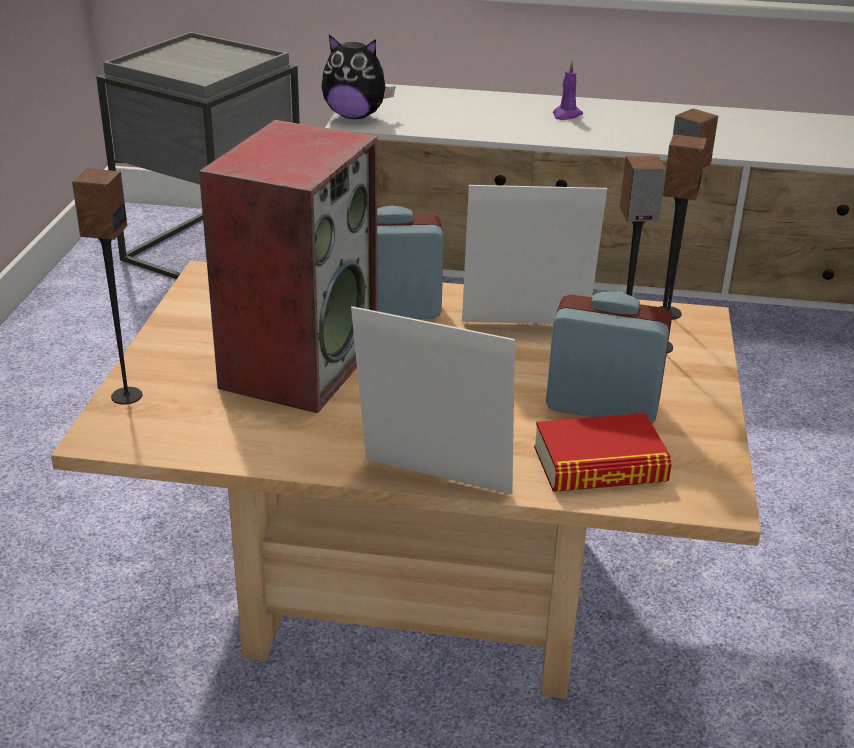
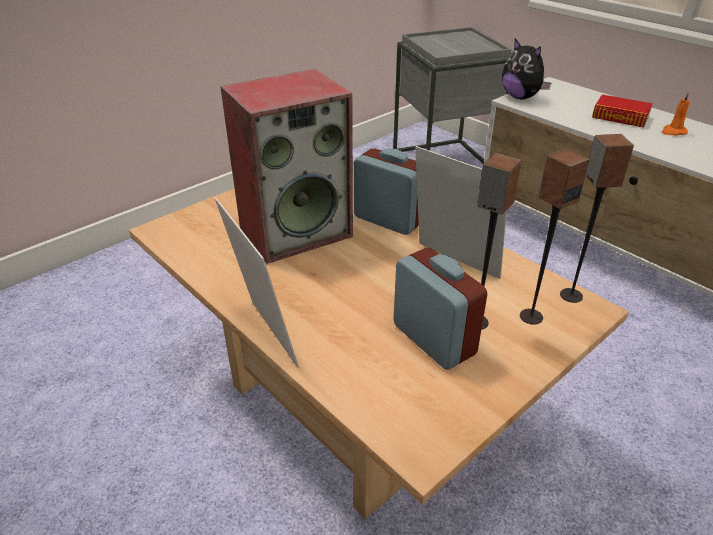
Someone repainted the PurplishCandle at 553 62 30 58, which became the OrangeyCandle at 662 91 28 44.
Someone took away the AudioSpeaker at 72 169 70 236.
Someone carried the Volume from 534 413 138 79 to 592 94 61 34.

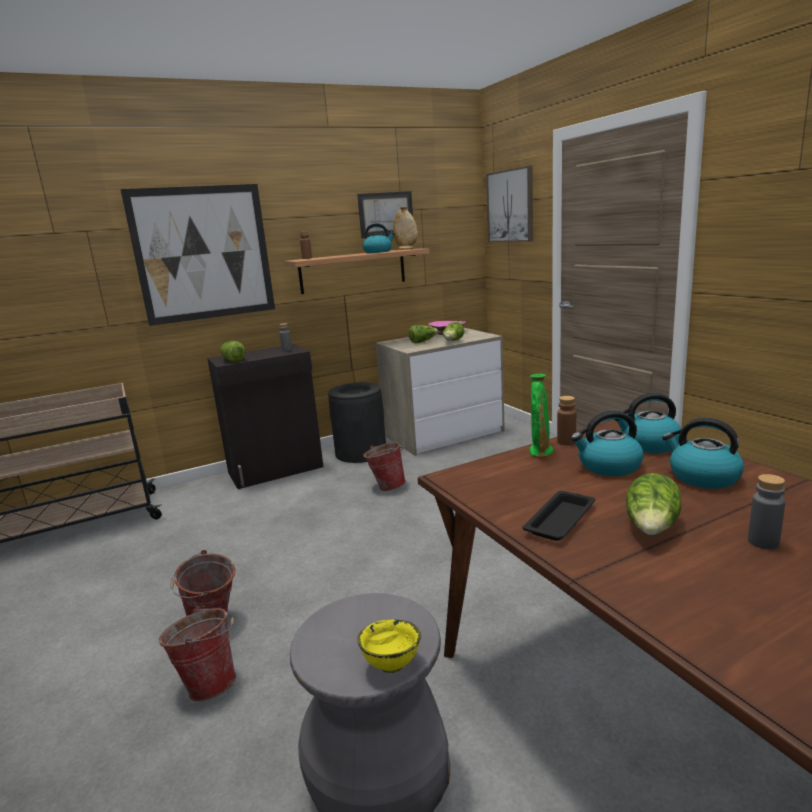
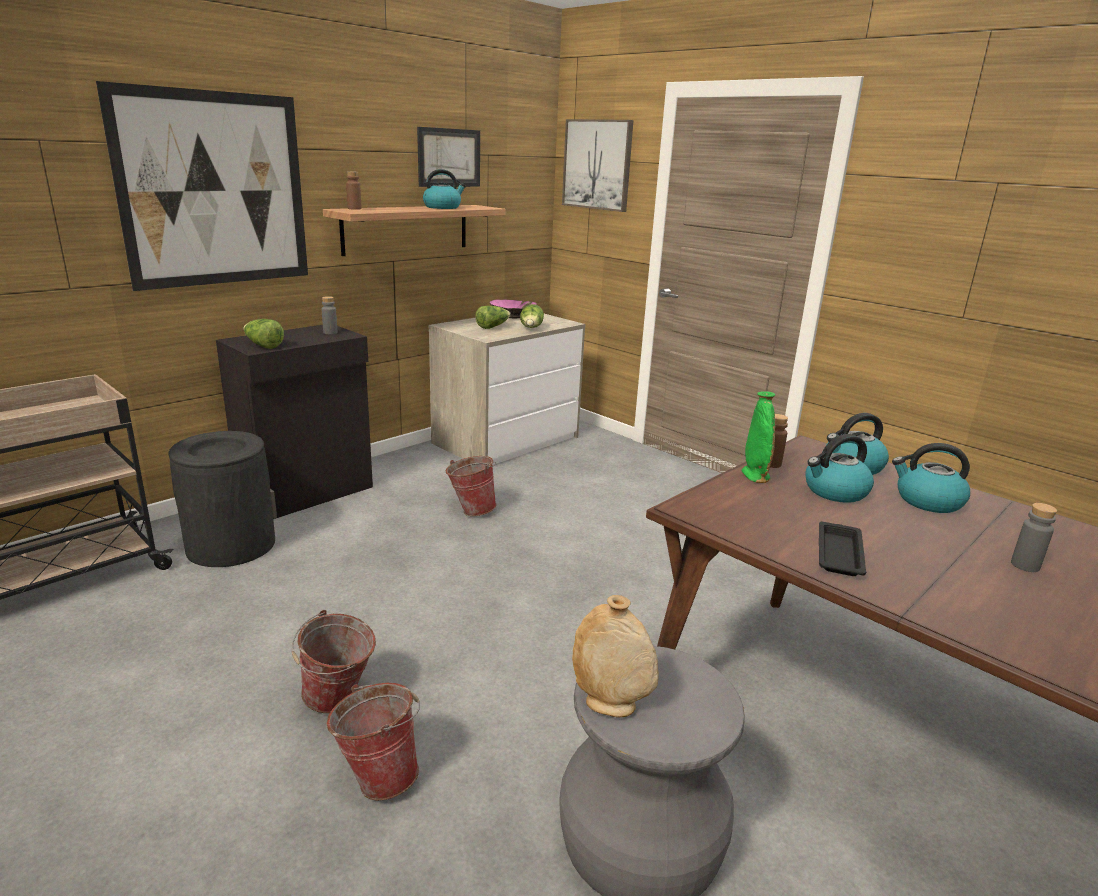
Someone carried the BeigeColouredDecorativeVase from 393 207 25 43 to 572 595 86 122.
Someone carried the BlackColouredTrashCan from 328 382 58 81 to 169 431 106 136.
Someone took away the LettuceHead at 626 473 55 62.
Someone took away the YellowColouredBowl at 357 619 64 54.

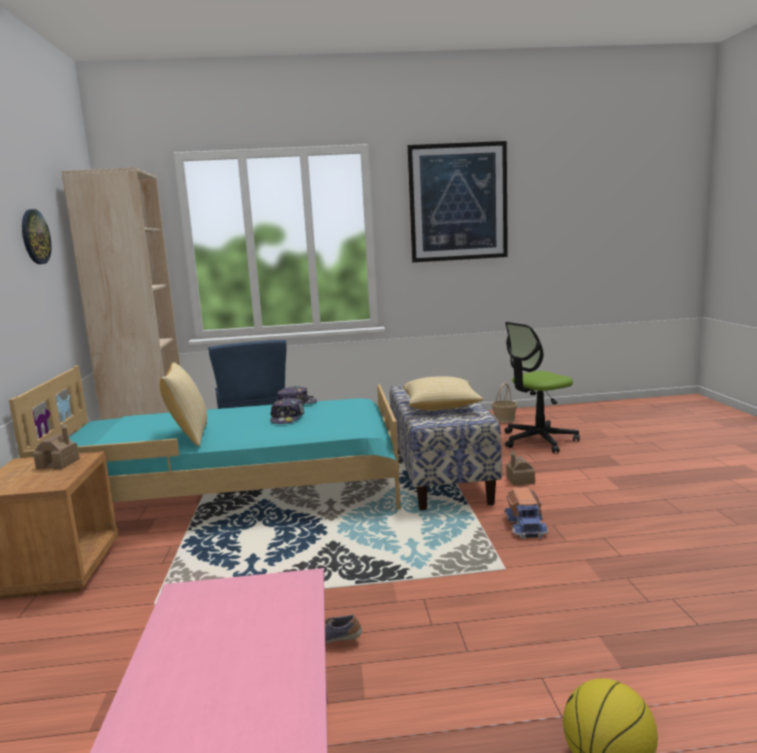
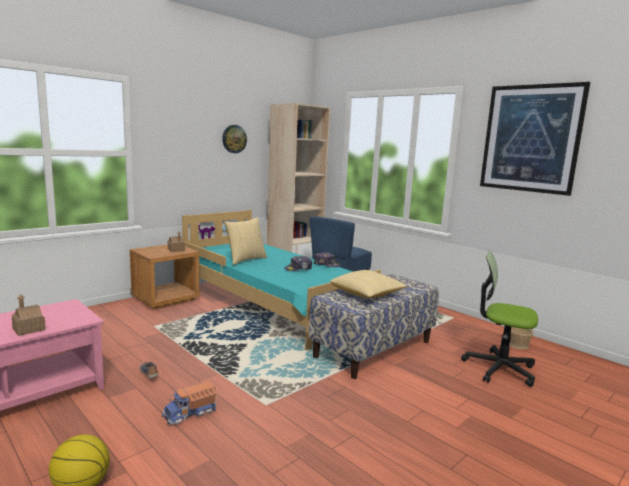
Someone carried the ToyHouse from 506 451 29 35 to 12 294 34 42.
Someone carried the ToyTruck from 505 487 43 52 to 162 381 54 44.

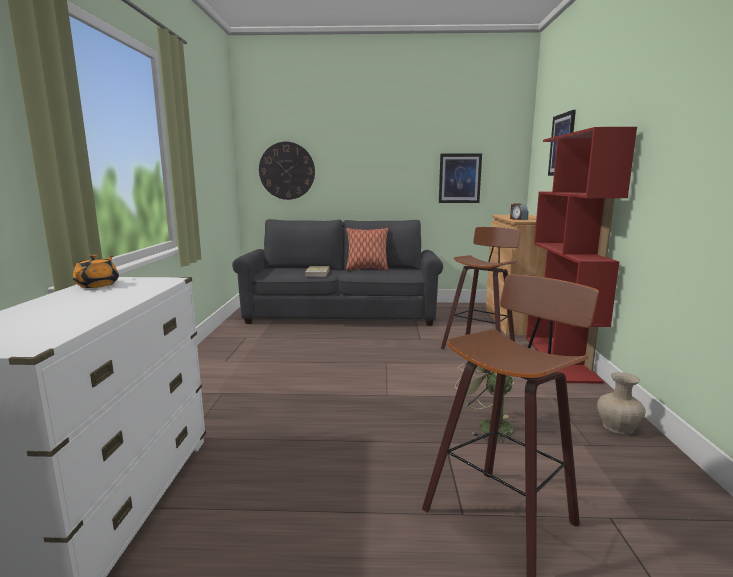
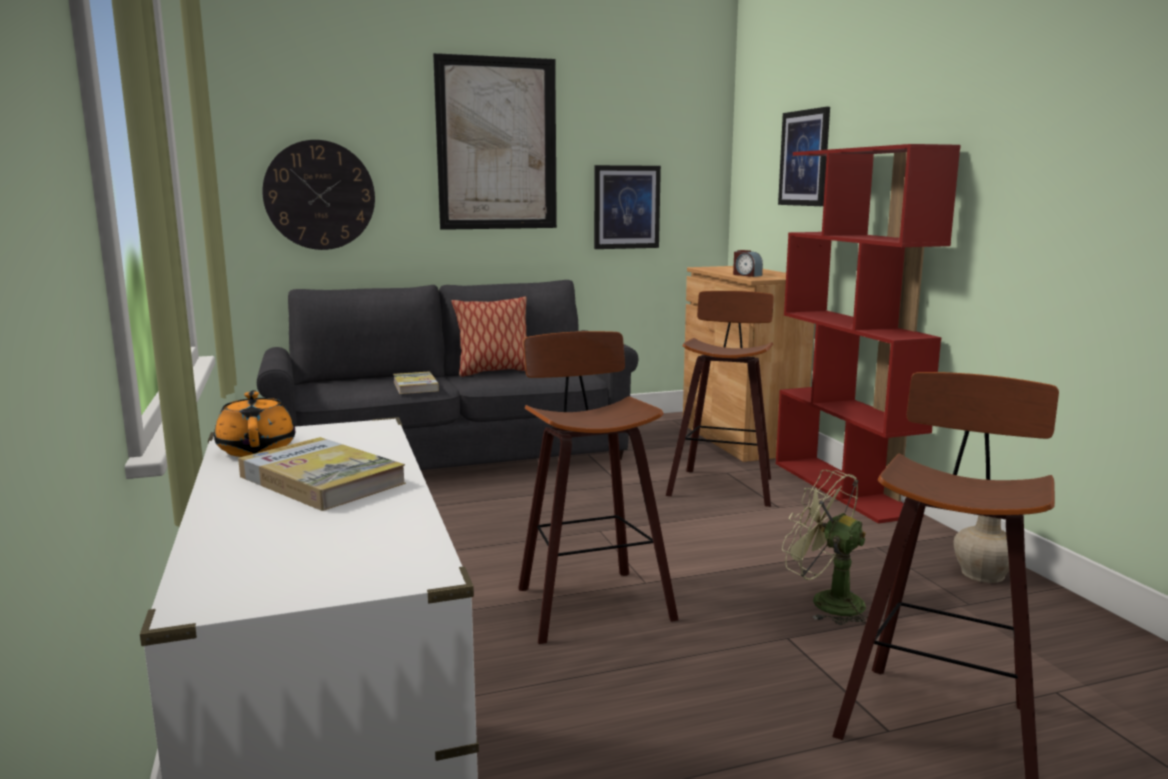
Someone put up the WallArt at 433 53 124 177.
Someone put down the SittingStool at 518 331 161 313.
Someone put down the Volume at 238 437 168 74.

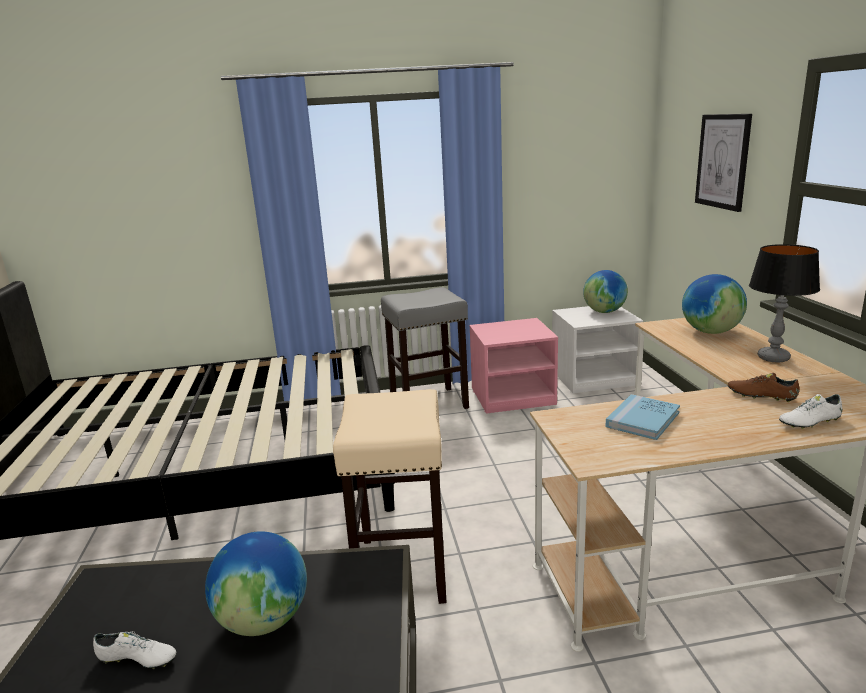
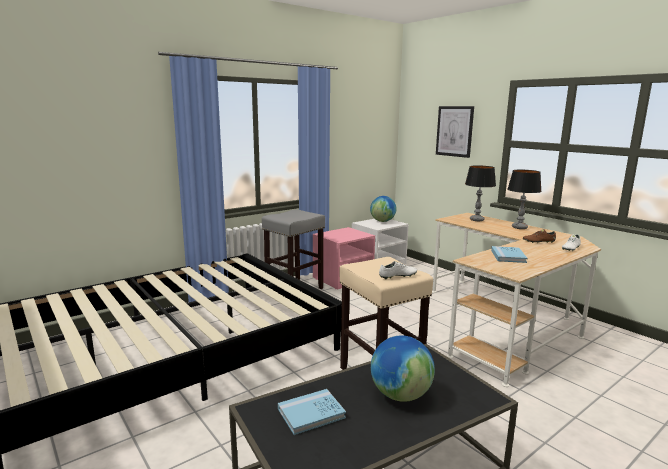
Someone swapped the Globe at 682 274 65 60 for the LampForATable at 465 166 31 55.
Someone carried the WhitishLowShoe from 93 631 83 38 to 379 261 38 18.
Someone put down the BlueVolume at 278 389 68 46.

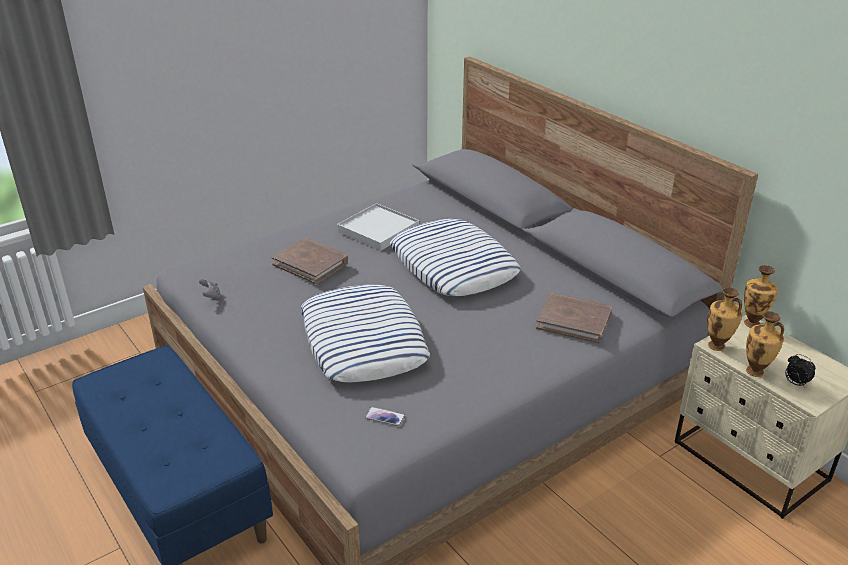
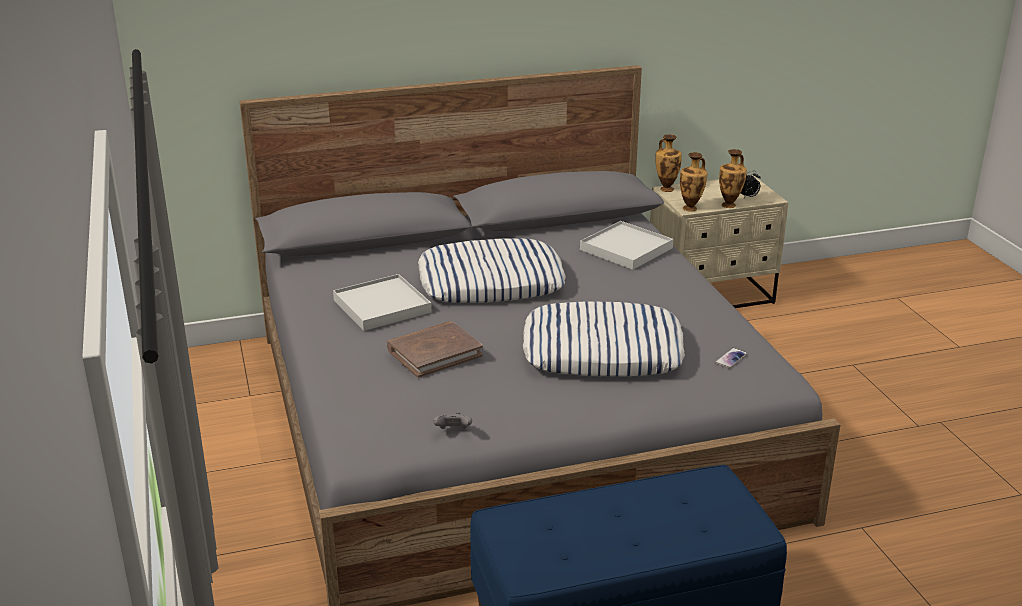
Someone swapped the BrownColouredVolume at 536 293 76 51 for the WhitishServingTray at 580 221 93 49.

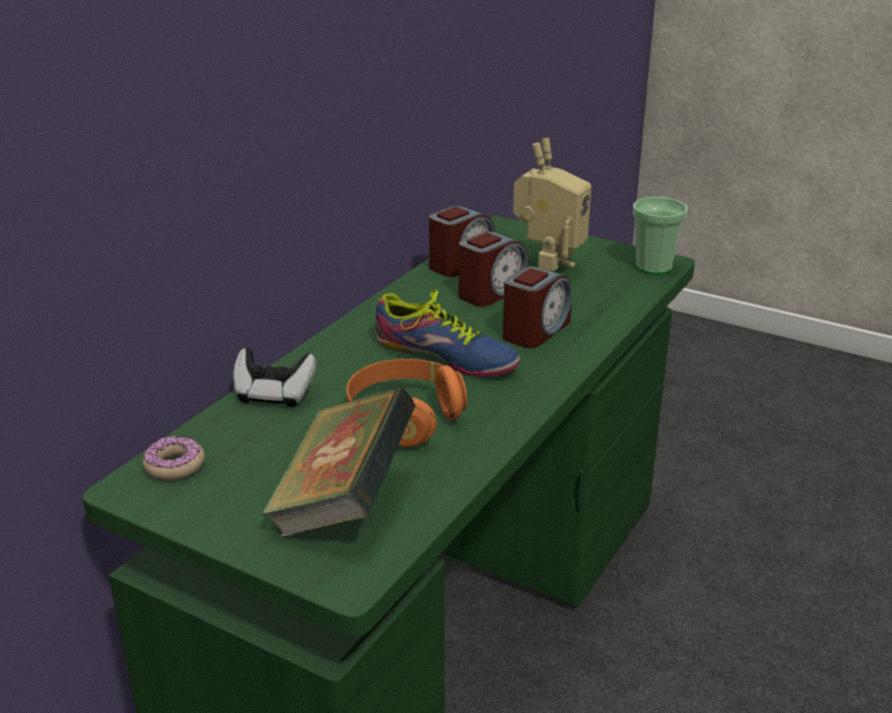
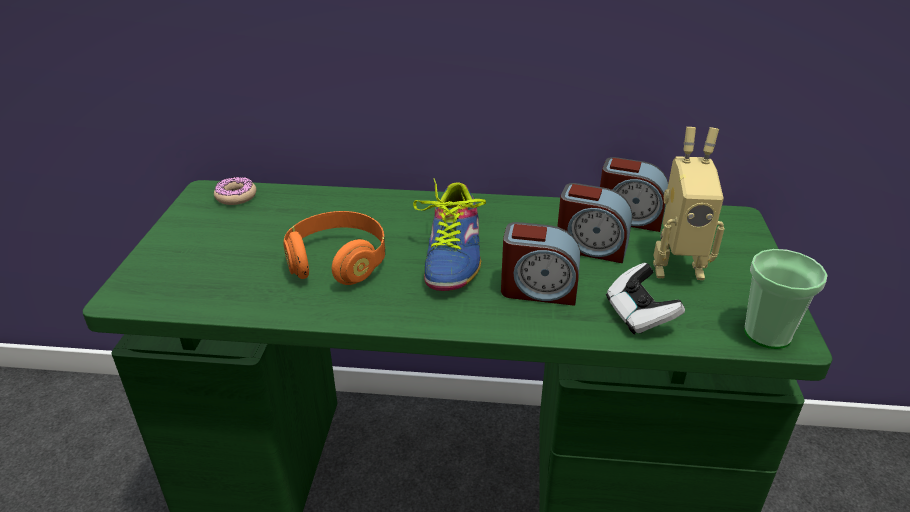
Someone carried the Gamepad from 233 348 83 59 to 606 263 79 72.
Someone took away the Volume at 261 387 155 151.

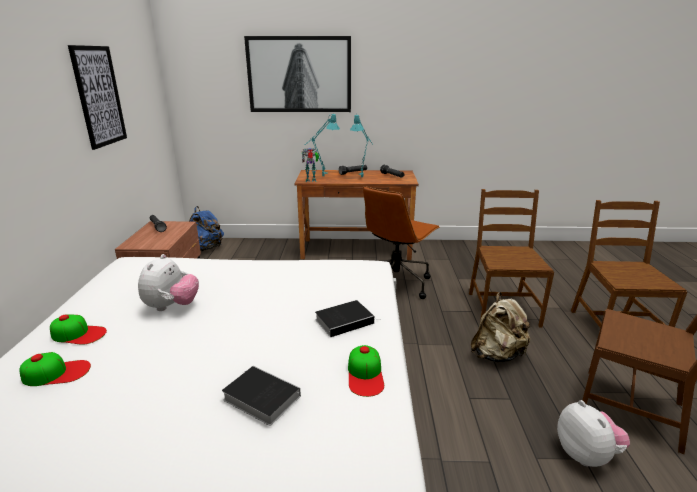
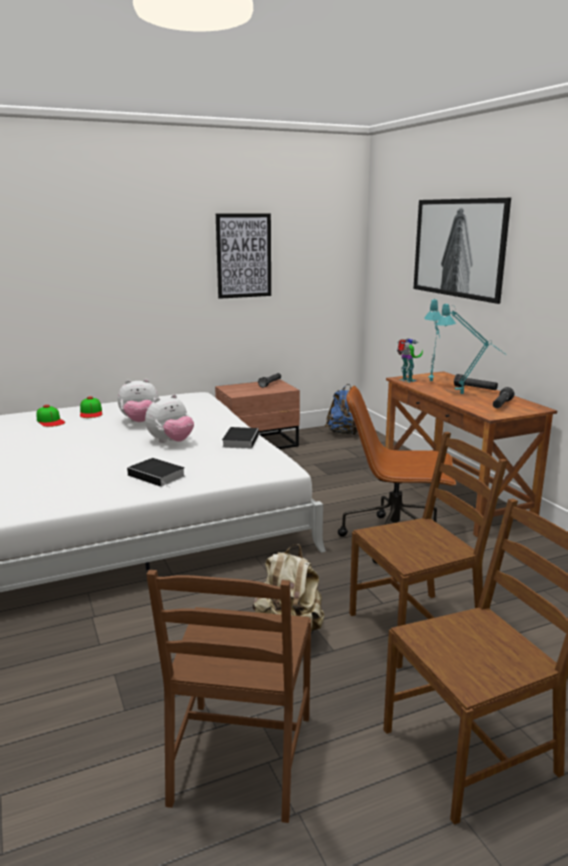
Someone took away the BaseballCap at 348 345 36 52.
Someone carried the Volume from 222 366 79 60 to 222 427 37 22.
Someone carried the PlushToy from 557 400 73 67 to 145 394 49 49.

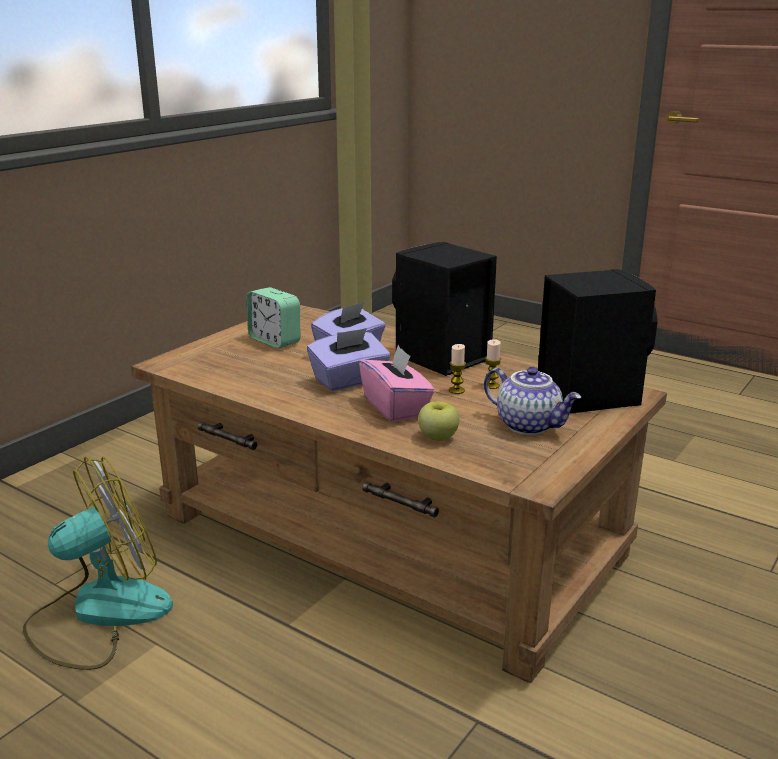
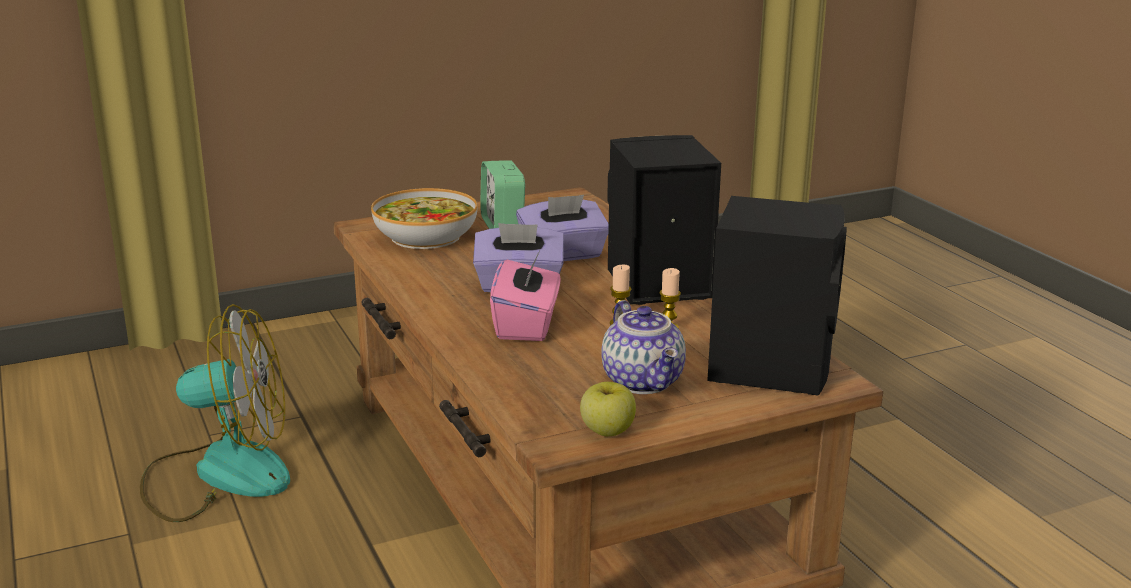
Someone carried the WholeApple from 418 401 41 40 to 580 382 56 54.
Someone put down the Bowl at 371 188 107 61.

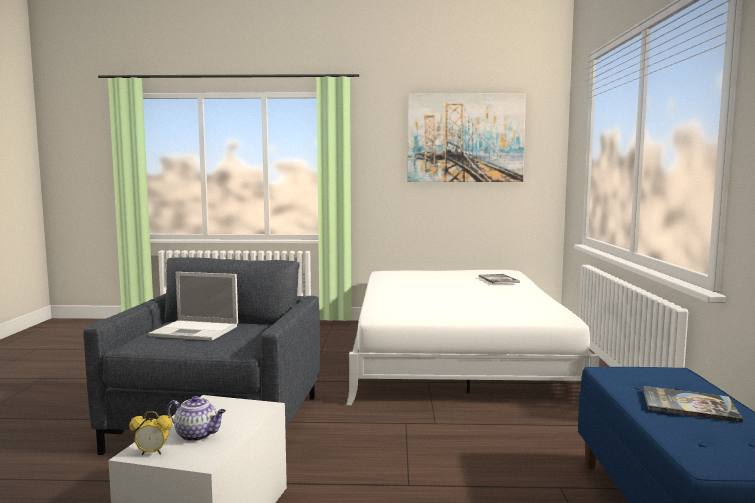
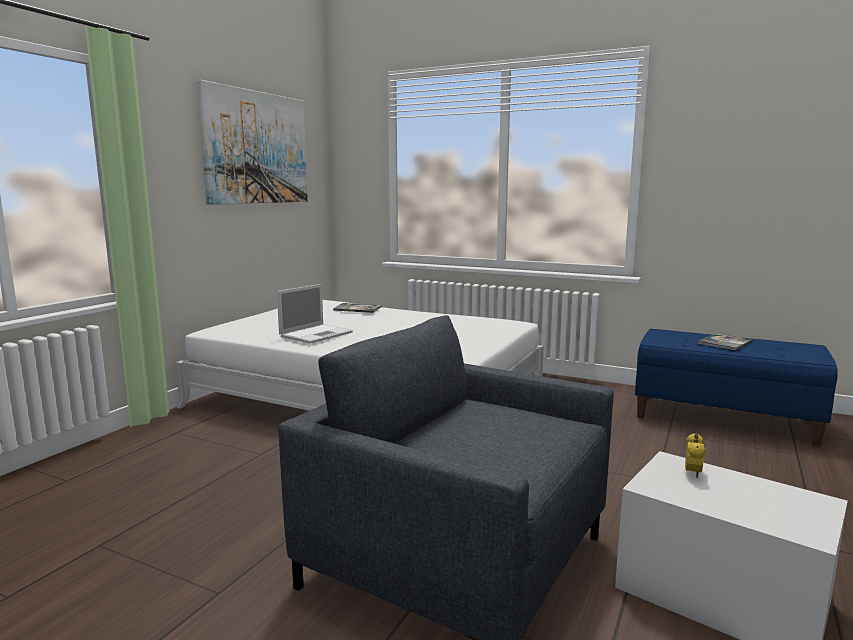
Someone carried the Laptop from 148 272 90 69 to 277 284 76 60.
Someone took away the Teapot at 166 396 60 45.
Someone carried the AlarmClock from 129 411 44 44 to 685 433 21 45.

